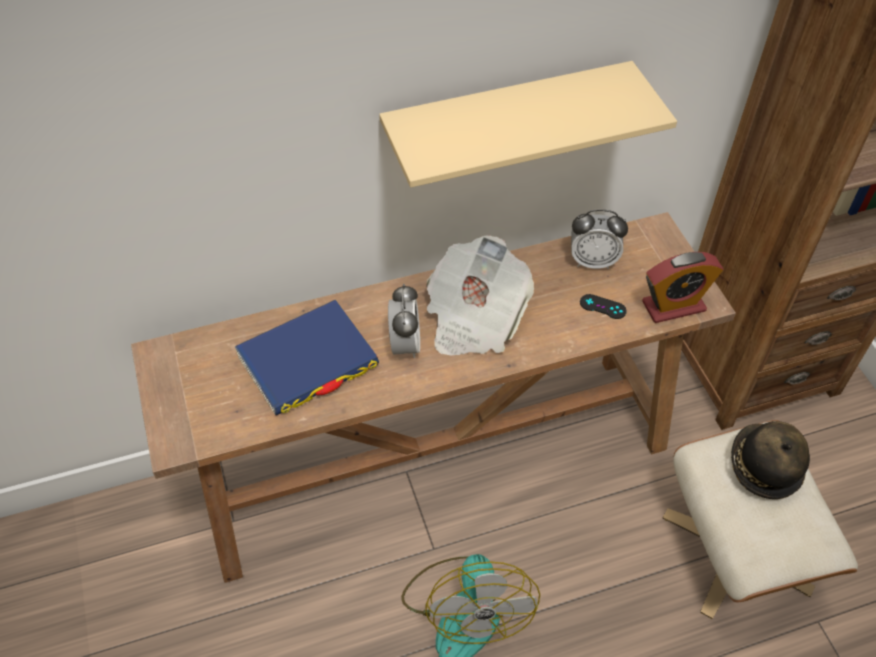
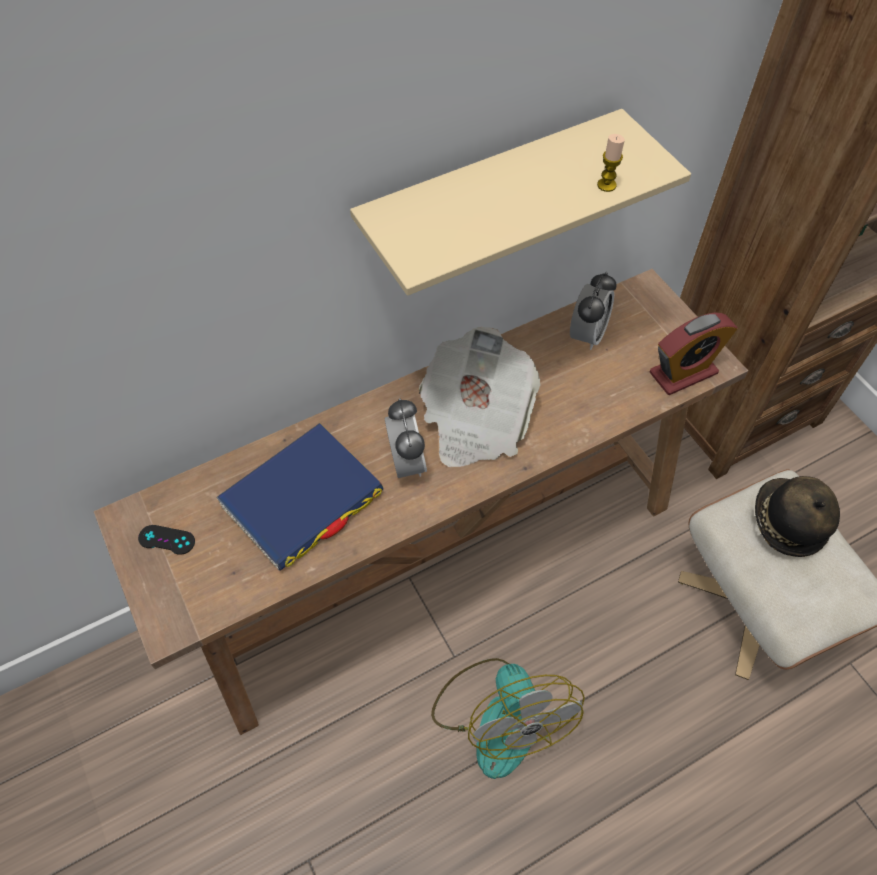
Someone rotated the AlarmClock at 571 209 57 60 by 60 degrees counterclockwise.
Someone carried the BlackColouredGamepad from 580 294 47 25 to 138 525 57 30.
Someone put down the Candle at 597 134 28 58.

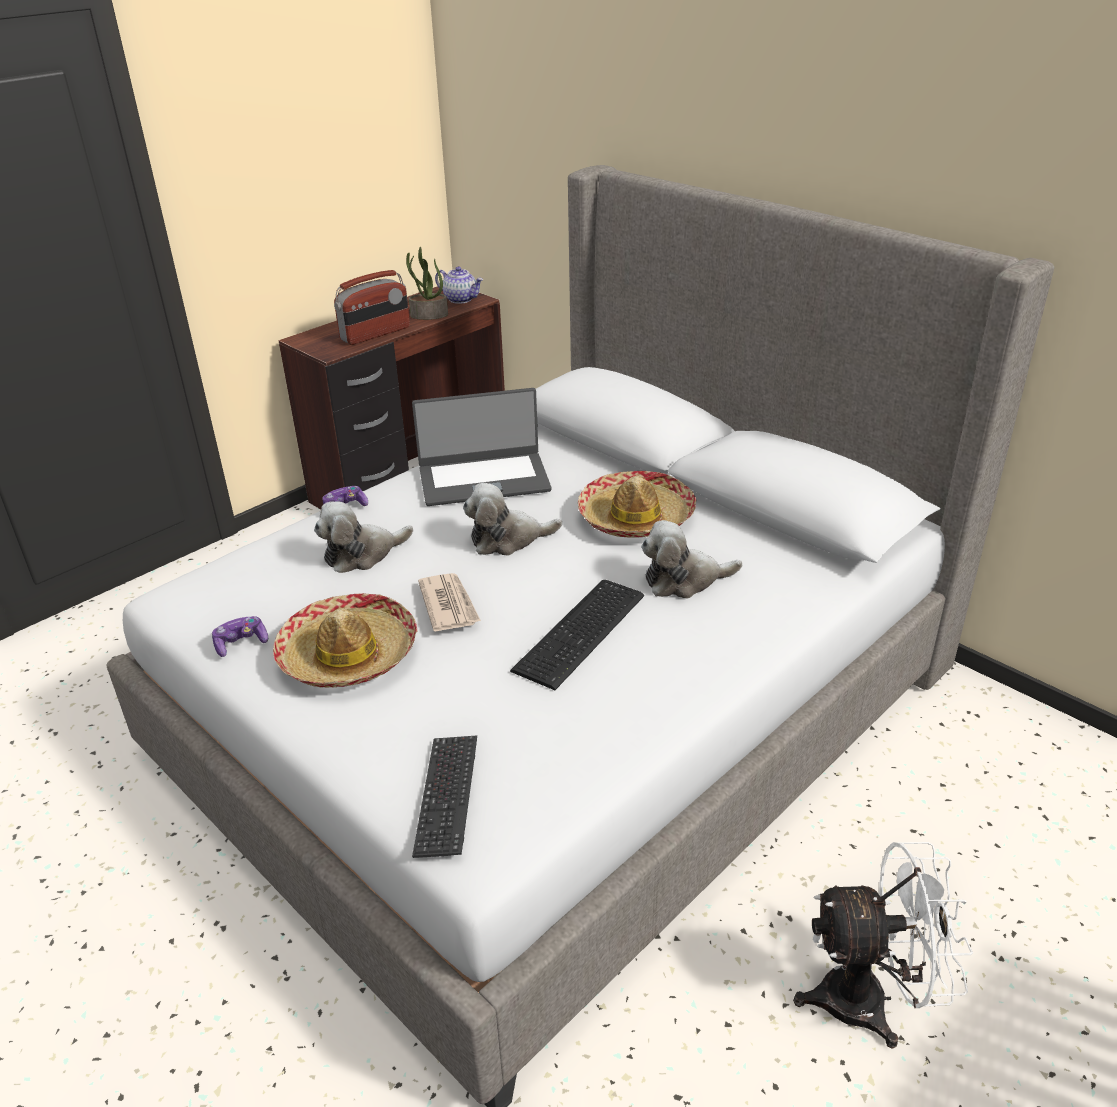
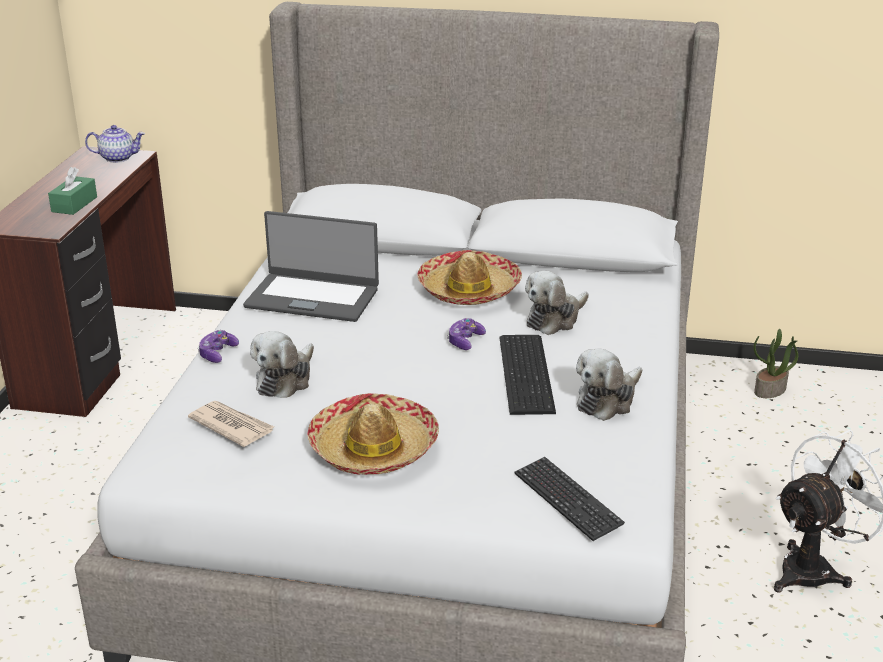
Someone carried the PottedPlant from 406 247 42 73 to 753 329 45 69.
Someone swapped the RadioReceiver at 334 270 76 75 for the GreenTissueBox at 48 167 49 48.
Someone rotated the Laptop at 412 388 139 118 by 60 degrees clockwise.
Someone carried the PlushToy from 463 483 99 73 to 576 348 66 73.
Someone carried the PrintedPaper from 418 573 63 59 to 188 401 86 46.
Someone carried the Gamepad from 212 616 56 41 to 447 318 39 32.

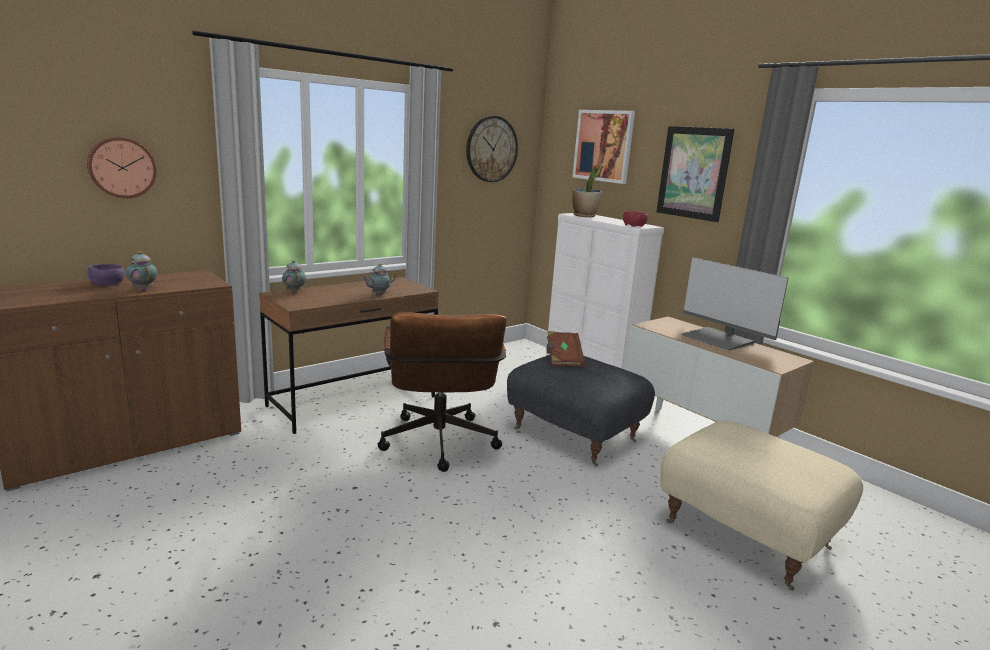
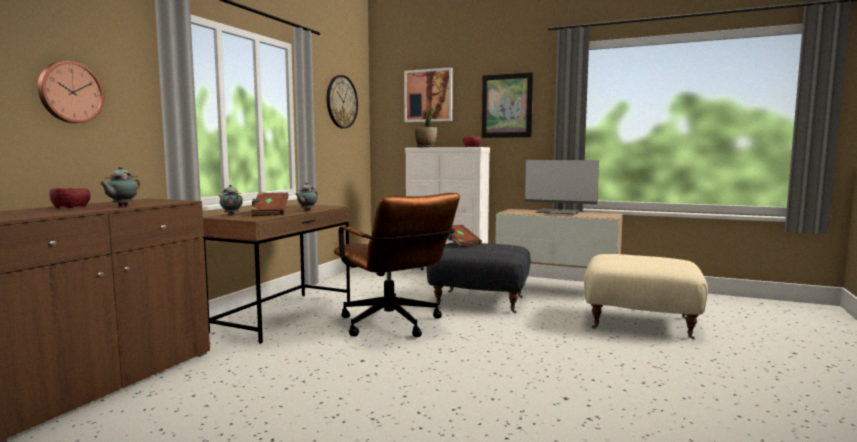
Someone rotated the Teapot at 126 251 32 39 by 90 degrees counterclockwise.
Someone repainted the PurplishBowl at 87 264 38 22, which became the RedBowl at 49 188 41 20.
Someone put down the BrownColouredVolume at 251 192 38 24.

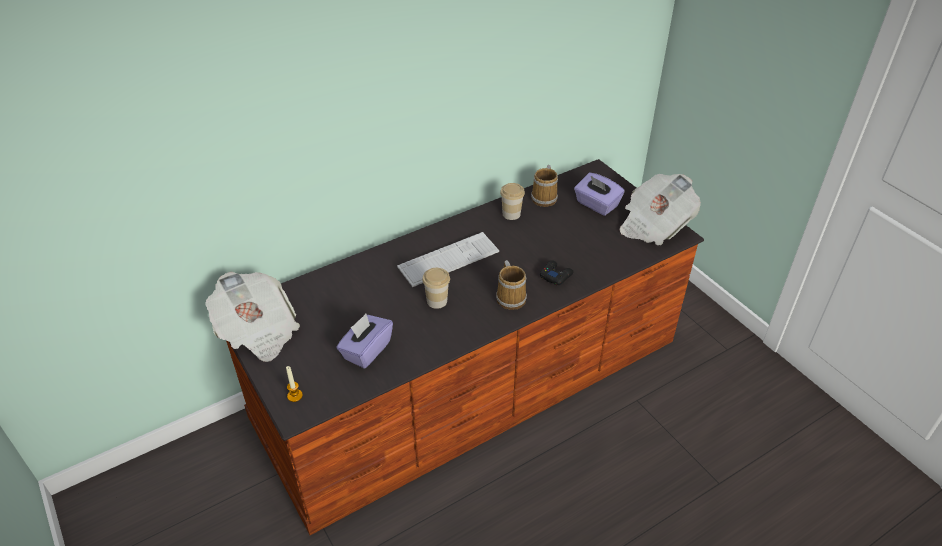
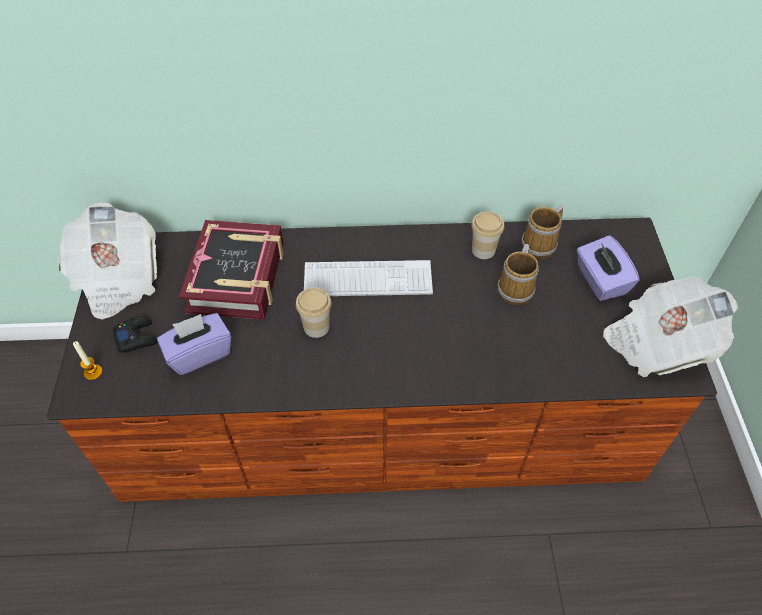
Someone carried the CoffeeMug from 496 260 31 50 to 497 244 42 61.
Someone carried the BlackColouredGamepad from 540 260 34 25 to 112 316 46 37.
Someone put down the Volume at 179 220 105 100.

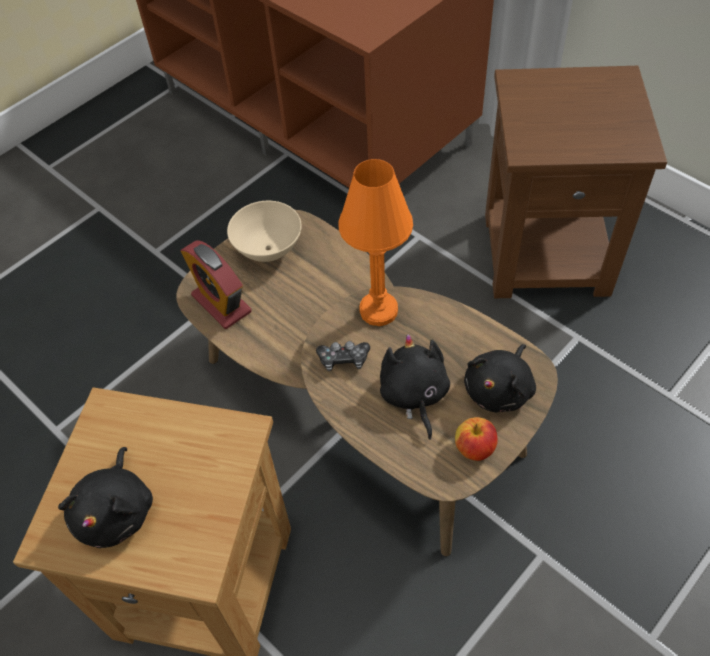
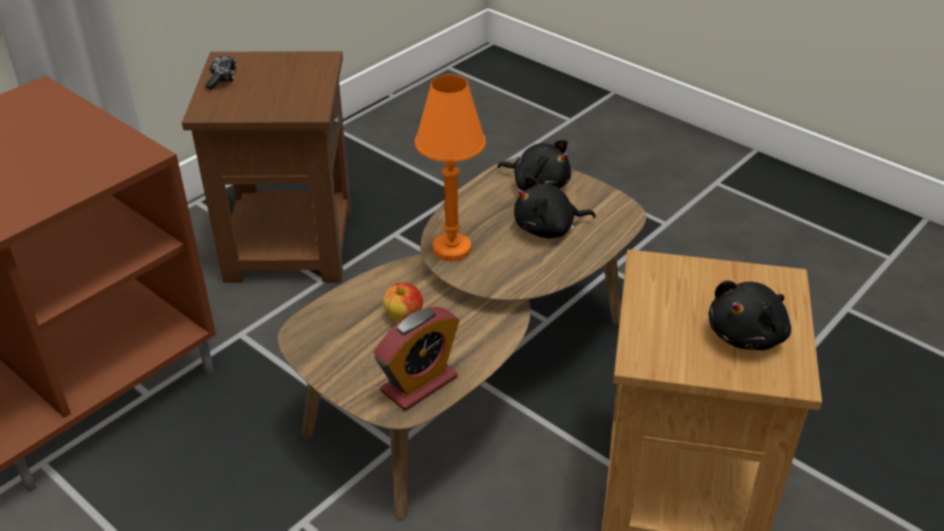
Someone took away the BeigeColouredBowl at 227 201 75 61.
Someone carried the Gamepad from 316 341 54 30 to 205 55 31 34.
Someone carried the WholeApple from 455 417 42 44 to 383 283 40 38.
Someone rotated the BlackColouredPlushToy at 58 447 95 101 by 135 degrees clockwise.

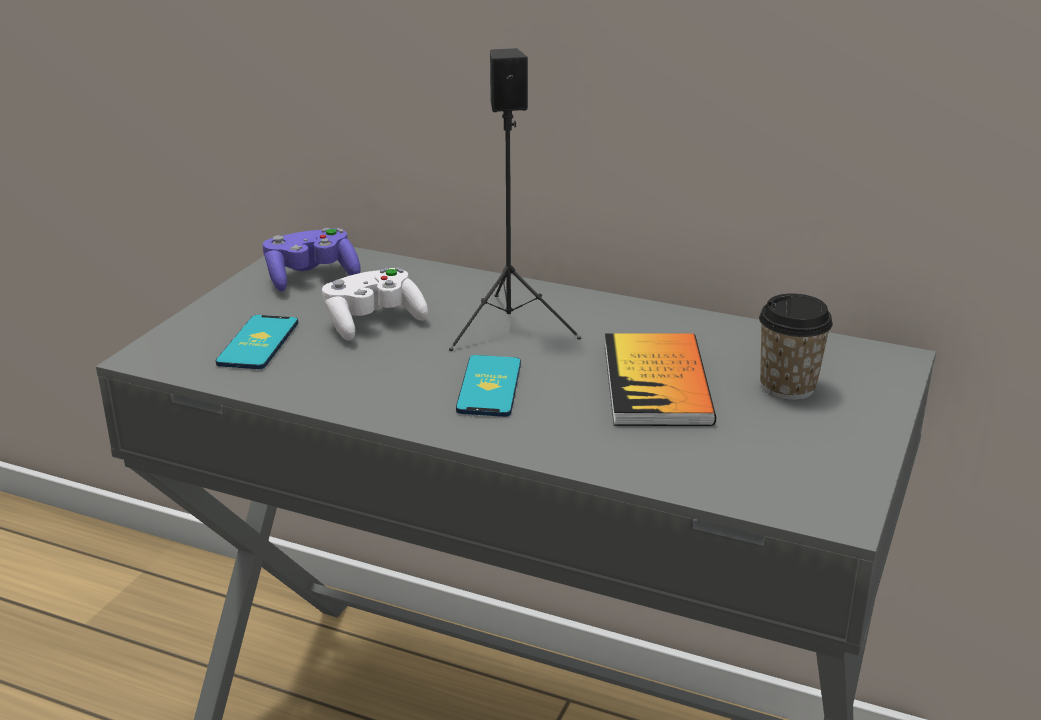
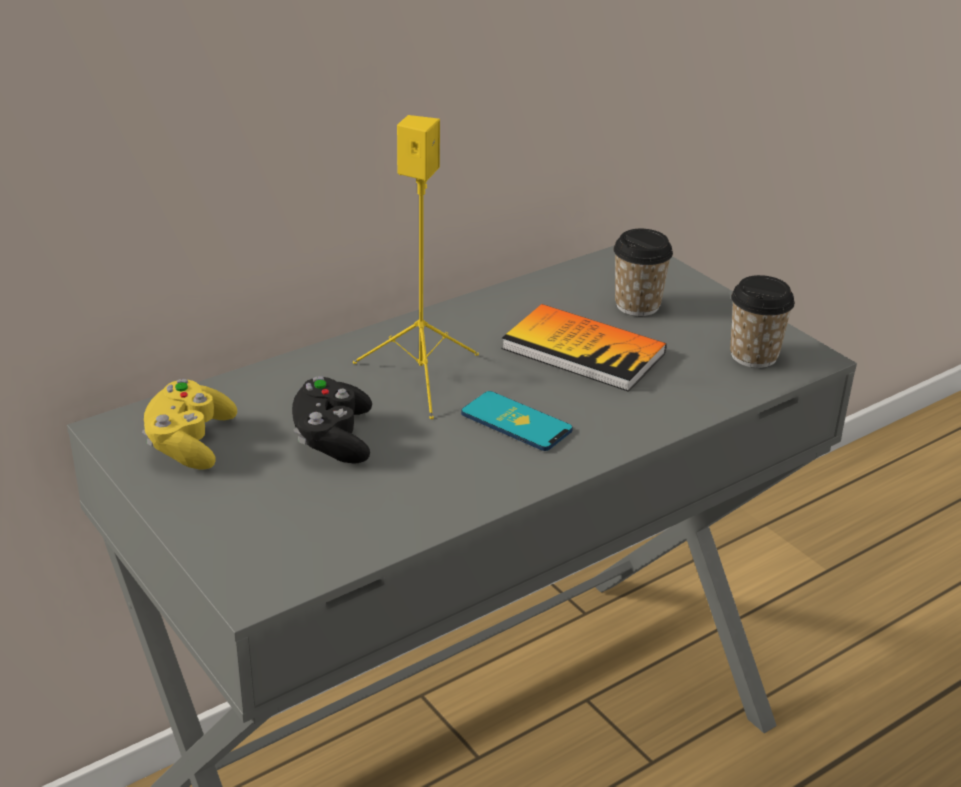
Someone repainted the BlackColouredAudioSpeaker at 449 48 132 303, which became the YellowColouredAudioSpeaker at 353 115 126 304.
Someone repainted the PurplishGamepad at 263 228 98 64, which became the YellowColouredGamepad at 142 379 95 91.
Someone repainted the WhitishGamepad at 322 268 106 73, which became the BlackColouredGamepad at 292 376 80 87.
Someone took away the Telephone at 216 315 82 54.
Someone put down the Cup at 730 275 65 93.

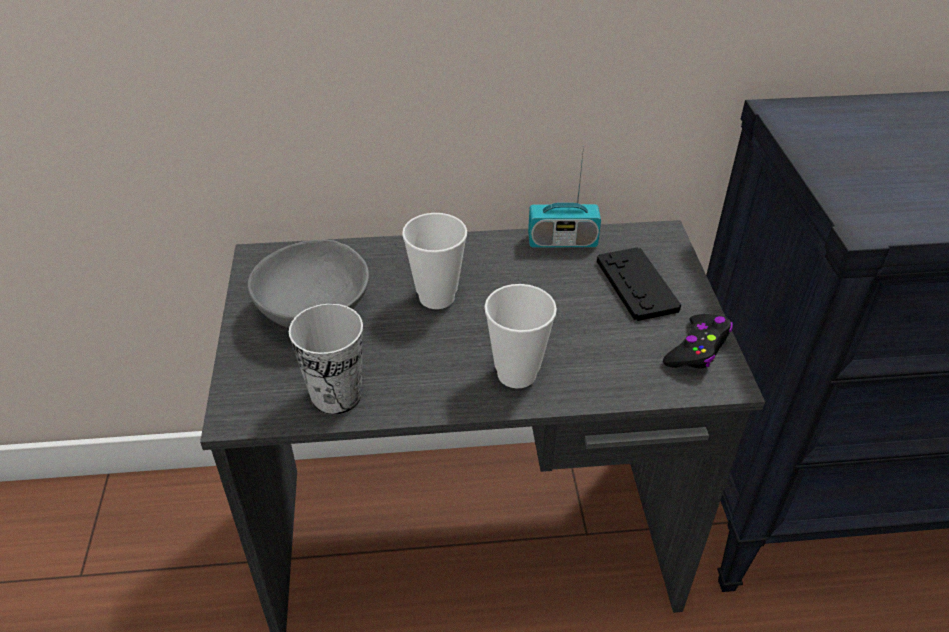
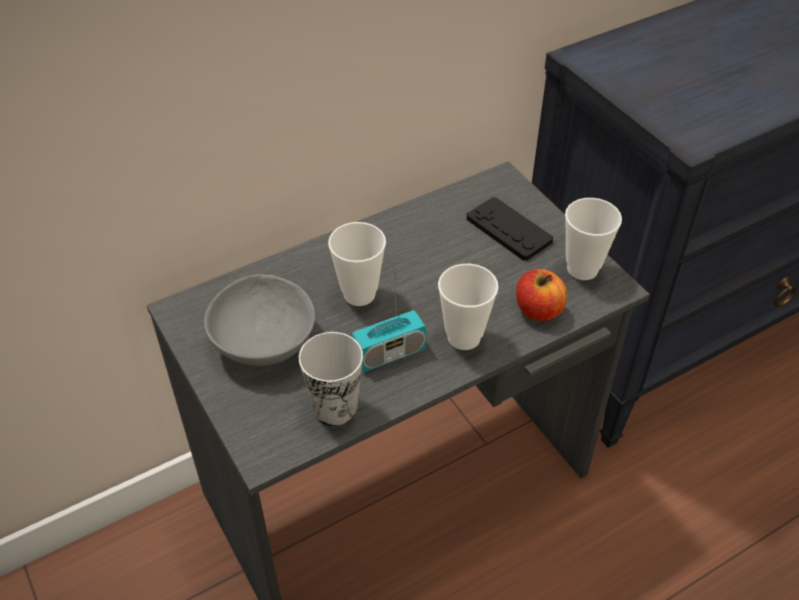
Someone carried the RadioReceiver from 528 146 73 101 to 352 267 74 105.
Someone swapped the BlackColouredGamepad at 663 314 70 54 for the Cup at 565 198 57 82.
Someone put down the WholeApple at 516 269 51 52.

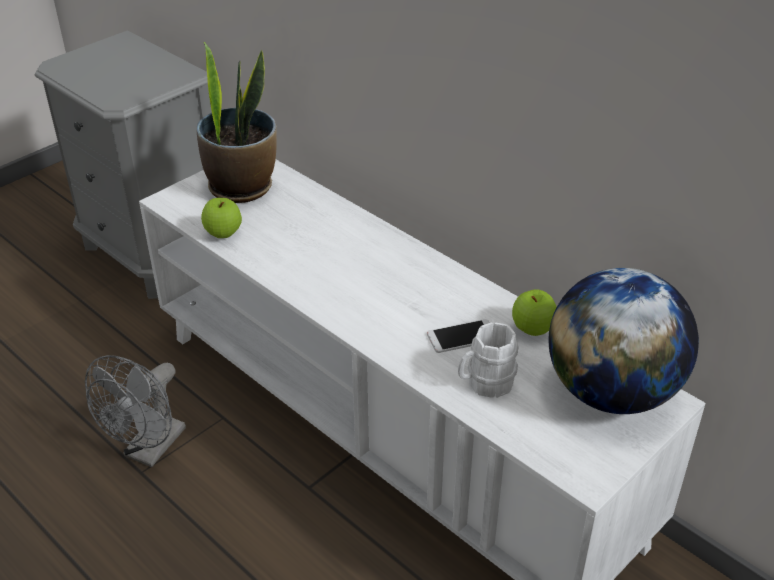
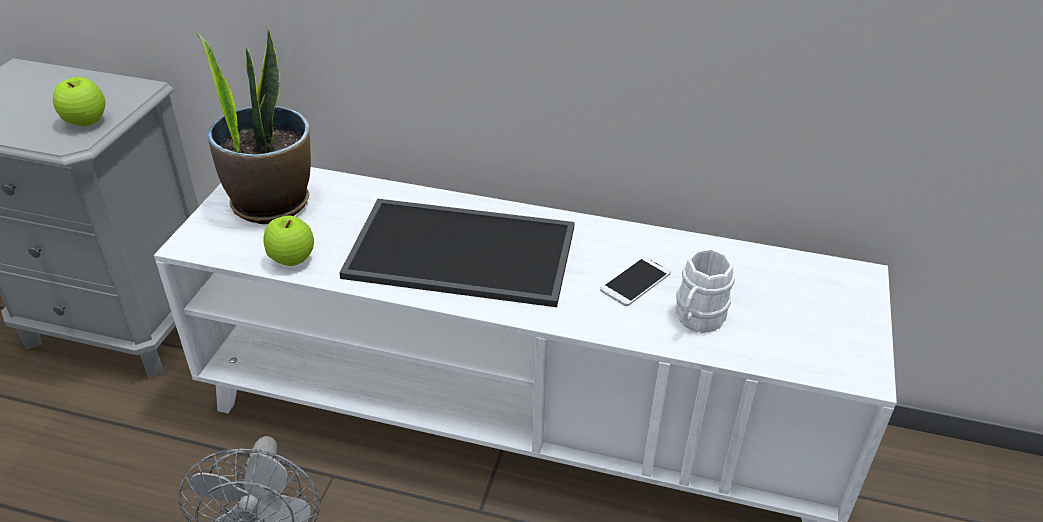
Someone took away the Globe at 549 268 150 146.
Someone carried the WholeApple from 512 289 45 47 to 53 77 52 49.
Someone put down the ServingTray at 339 199 236 108.

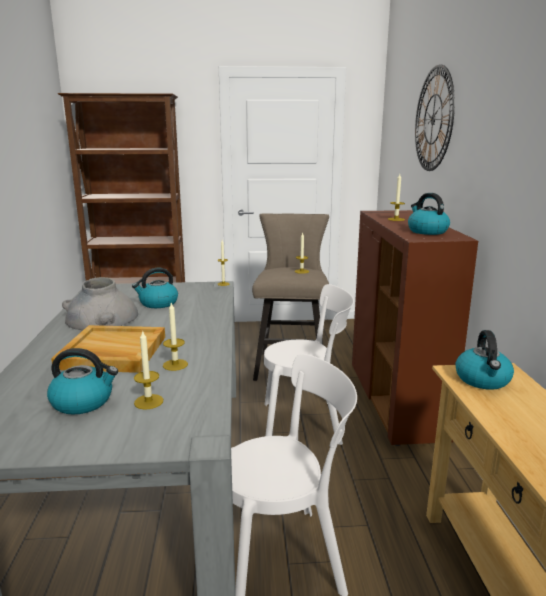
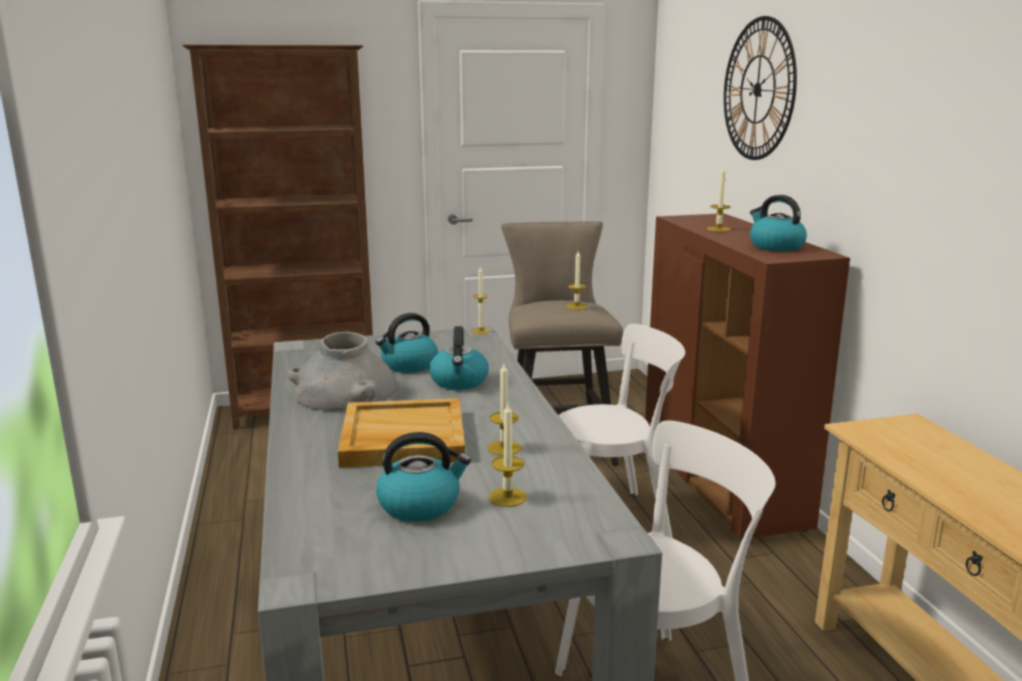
Someone carried the WaterKettle from 455 330 59 60 to 429 326 60 64.

